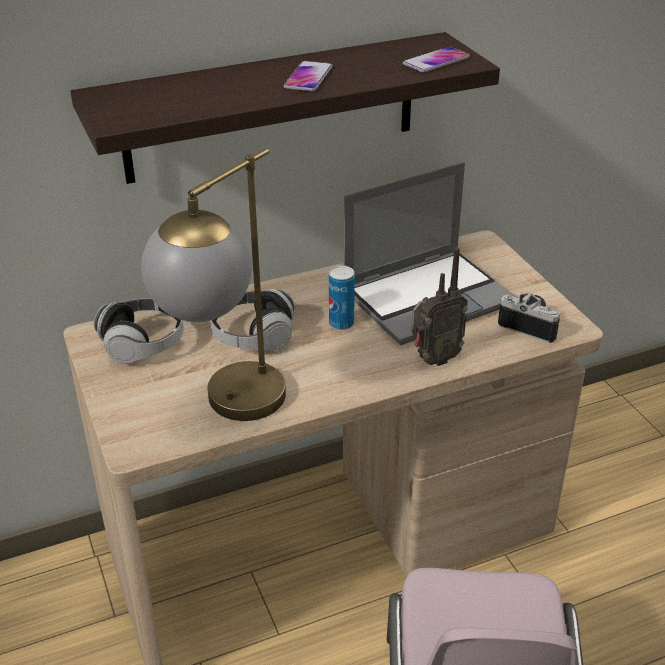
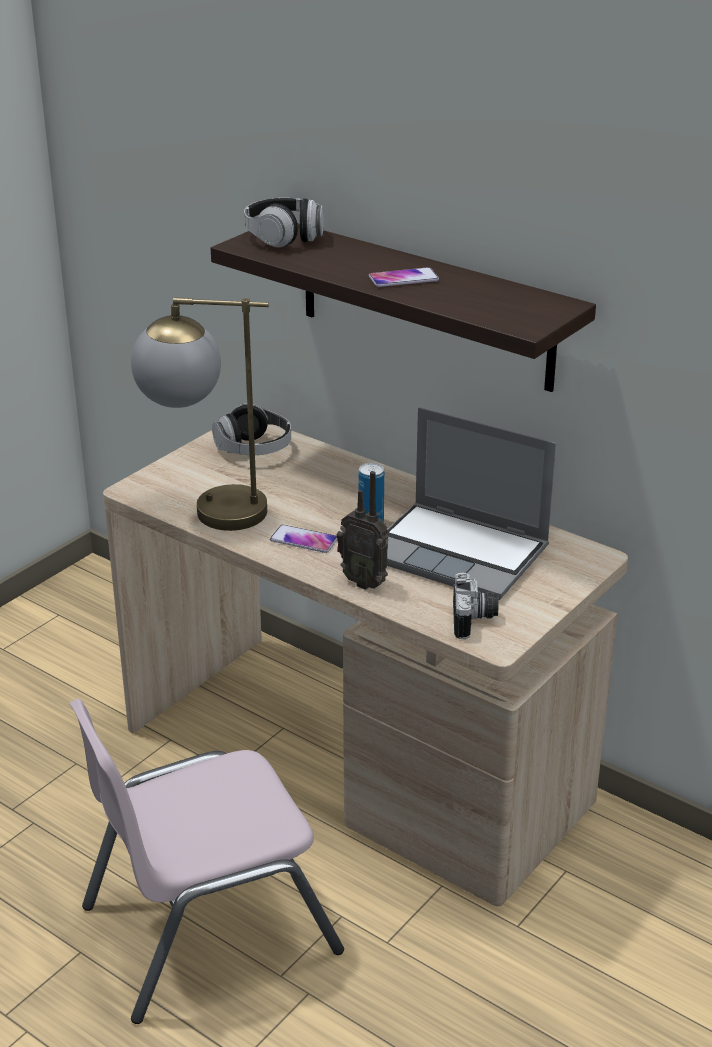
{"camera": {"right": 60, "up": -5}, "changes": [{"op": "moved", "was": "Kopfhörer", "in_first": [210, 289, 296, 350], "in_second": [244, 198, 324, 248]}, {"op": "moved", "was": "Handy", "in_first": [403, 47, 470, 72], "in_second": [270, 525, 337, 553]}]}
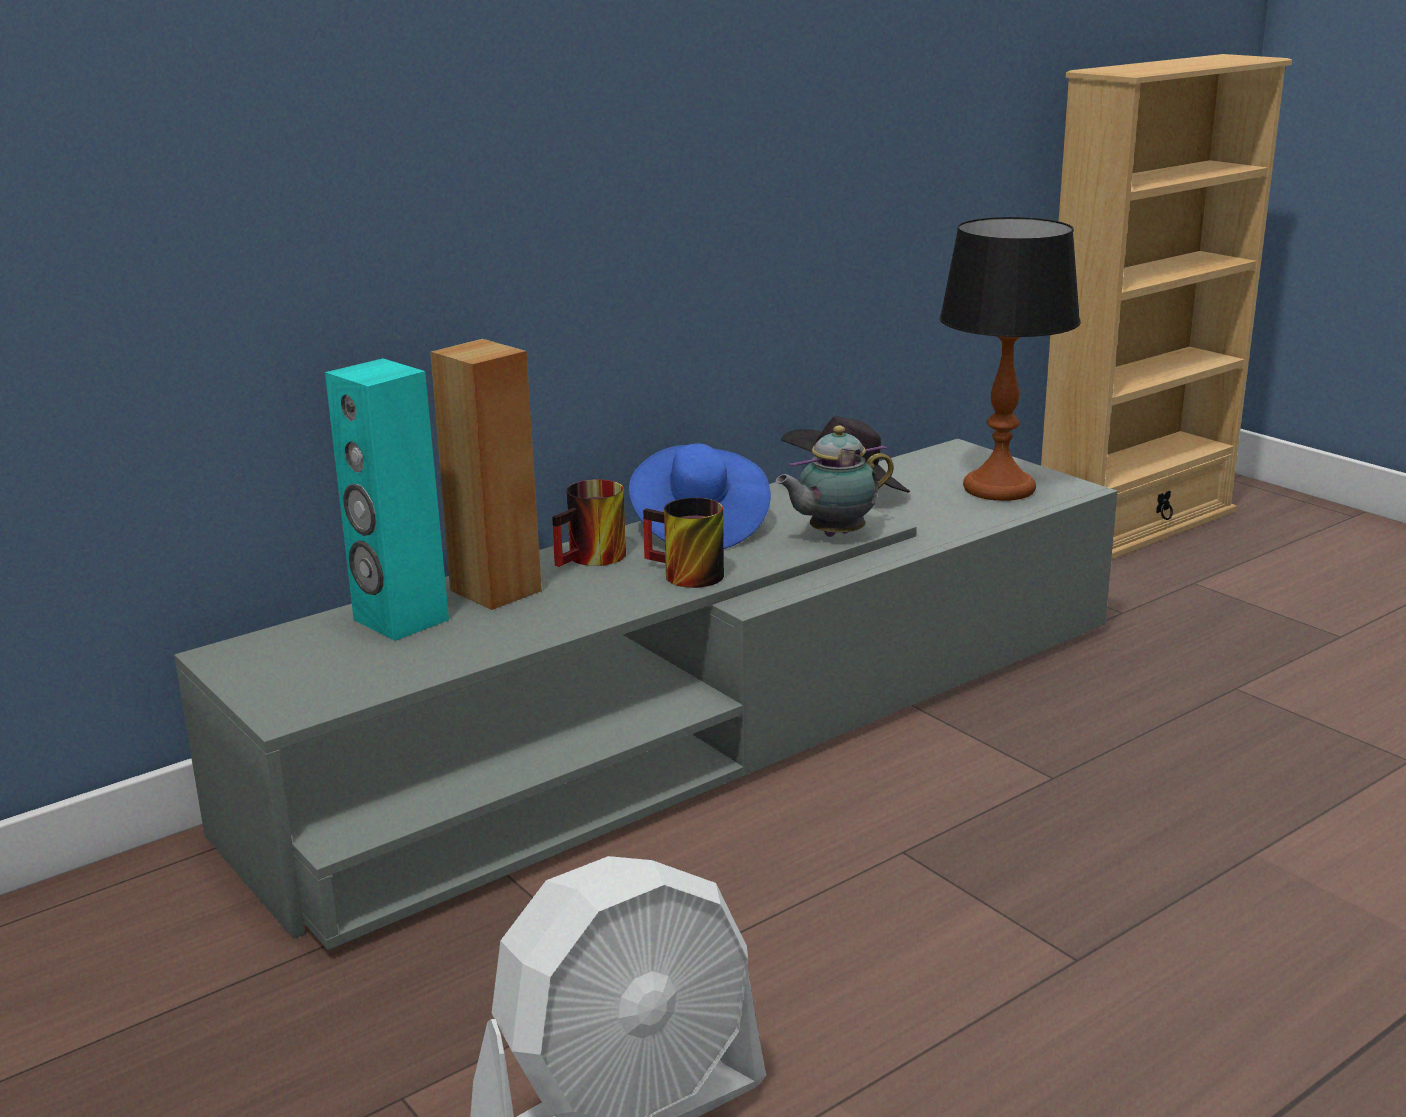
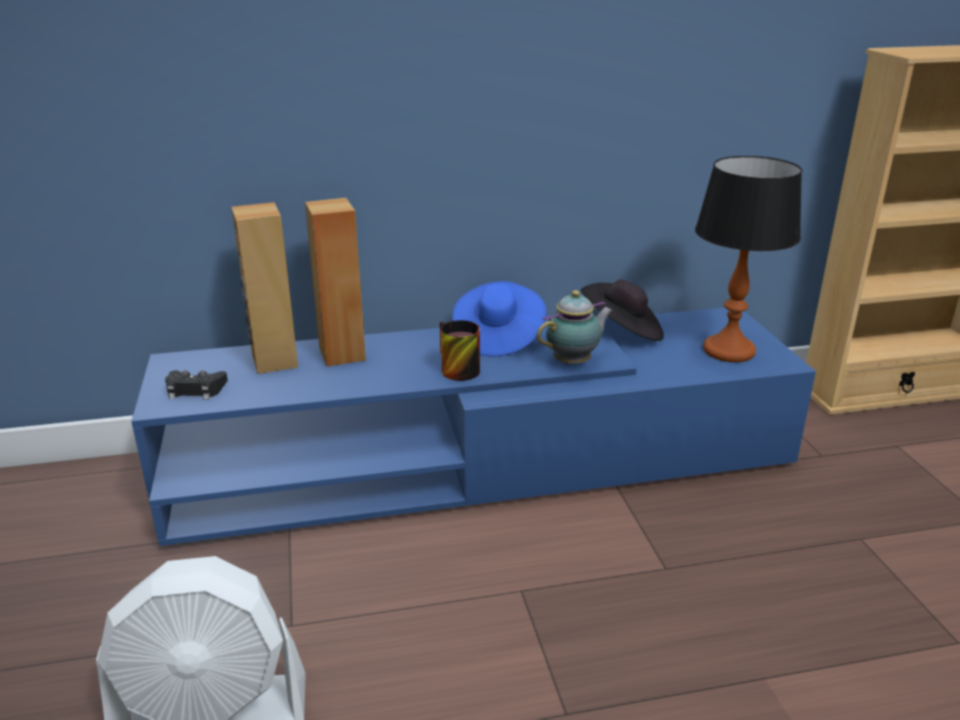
{"camera": {"right": 25, "up": 5}, "changes": [{"op": "removed", "was": "Henkelbecher", "in_first": [552, 479, 626, 567]}, {"op": "added", "now": "Gamepad [schwarz]", "in_second": [165, 370, 228, 400]}, {"op": "recoloured", "was": "Fernsehschrank [grau]", "now": "Fernsehschrank [blau]", "in_first": [174, 439, 1118, 950], "in_second": [131, 308, 816, 546]}, {"op": "recoloured", "was": "Lautsprecher [türkis]", "now": "Lautsprecher [braun]", "in_first": [325, 358, 449, 641], "in_second": [232, 202, 298, 374]}, {"op": "turned", "was": "Teekanne", "in_first": [776, 425, 894, 537], "in_second": [537, 290, 613, 365], "clockwise": 150}]}
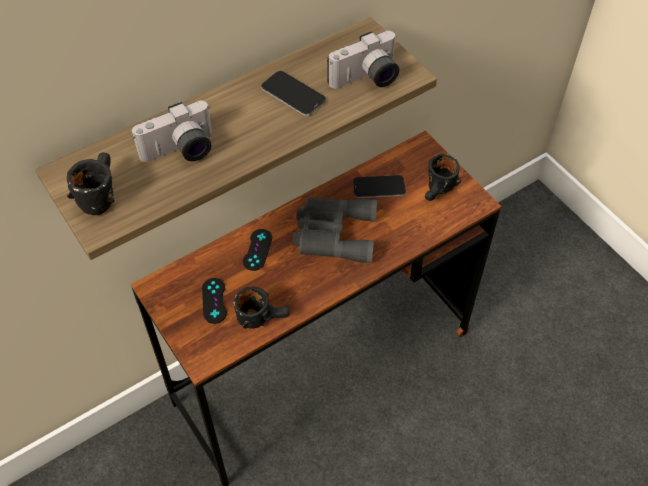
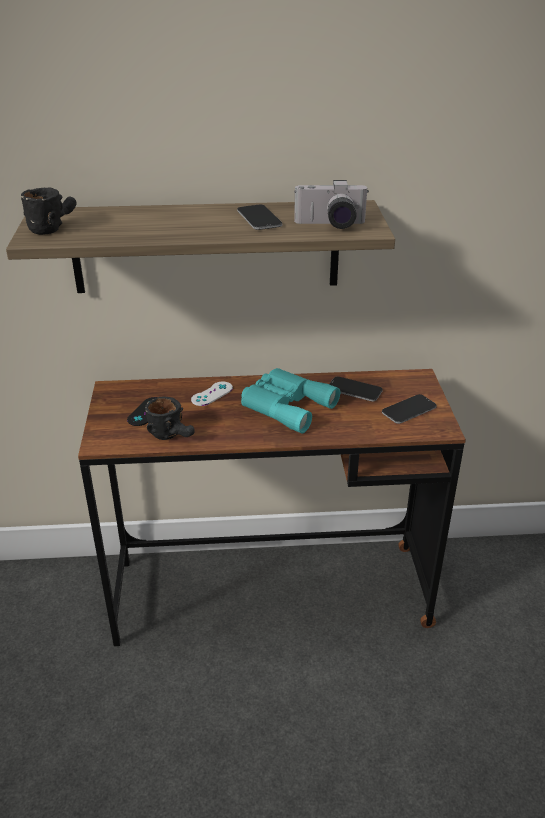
{"camera": {"right": 30, "up": -20}, "changes": [{"op": "removed", "was": "Kamera", "in_first": [132, 101, 212, 162]}, {"op": "replaced", "was": "Henkelbecher [schwarz]", "now": "Handy", "in_first": [425, 154, 461, 201], "in_second": [382, 394, 437, 424]}, {"op": "recoloured", "was": "Gamepad [schwarz]", "now": "Gamepad [weiß]", "in_first": [243, 229, 272, 271], "in_second": [191, 381, 233, 406]}, {"op": "recoloured", "was": "Fernglas [grau]", "now": "Fernglas [türkis]", "in_first": [293, 197, 377, 263], "in_second": [241, 368, 340, 433]}]}
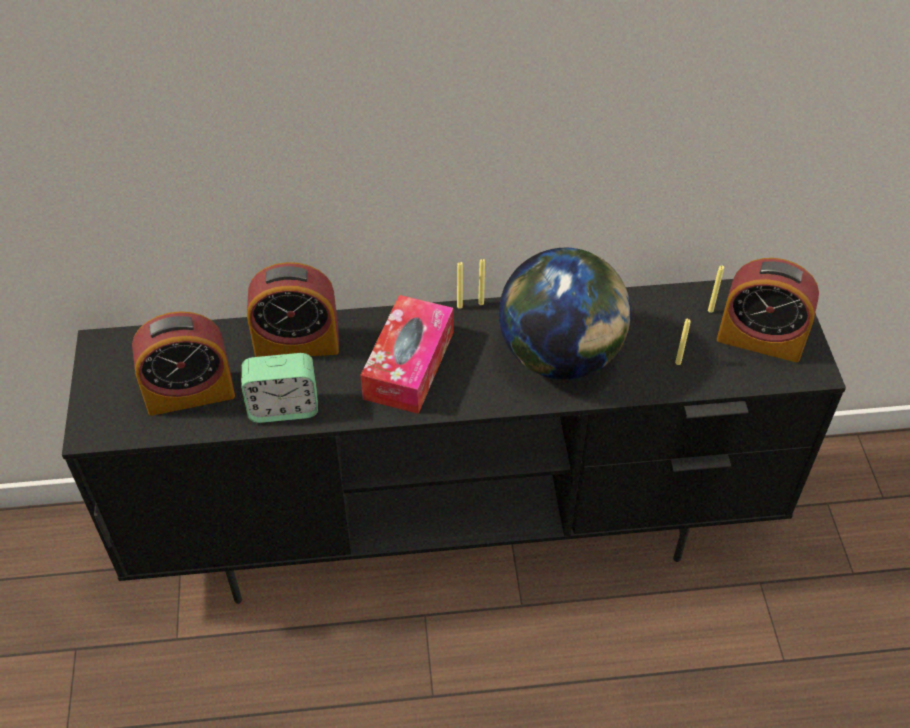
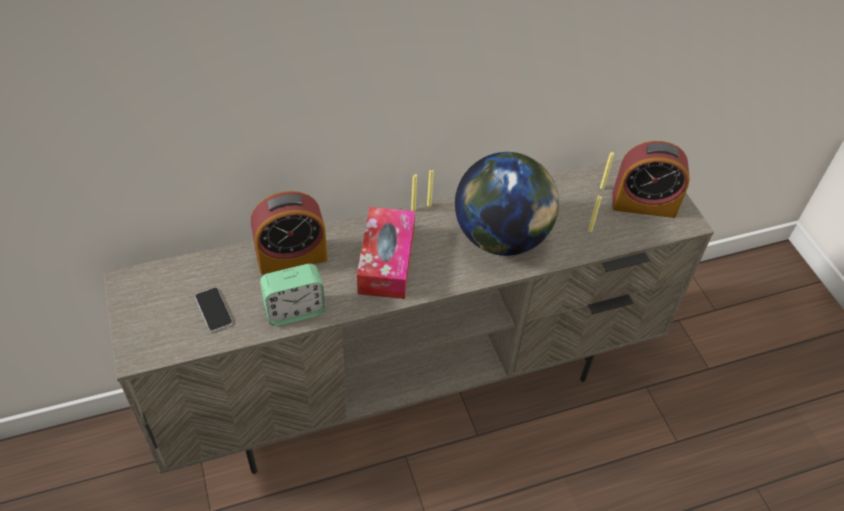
{"camera": {"right": -15, "up": 0}, "changes": [{"op": "replaced", "was": "Wecker", "now": "Handy", "in_first": [132, 311, 235, 416], "in_second": [195, 288, 233, 332]}, {"op": "recoloured", "was": "Fernsehschrank [schwarz]", "now": "Fernsehschrank [beige]", "in_first": [62, 279, 846, 604], "in_second": [103, 159, 714, 474]}]}
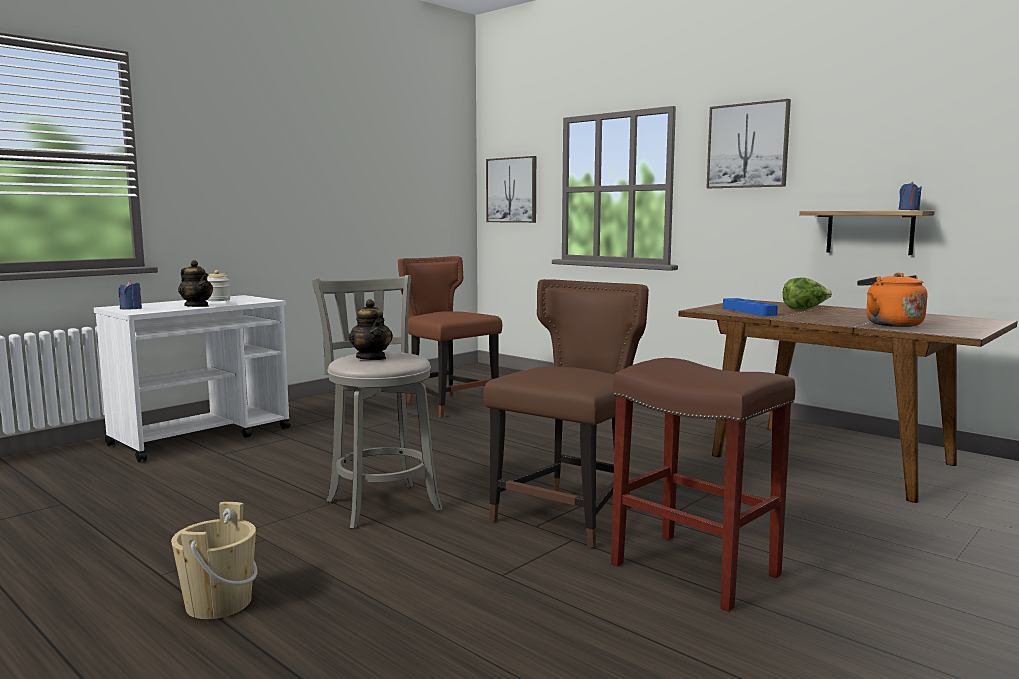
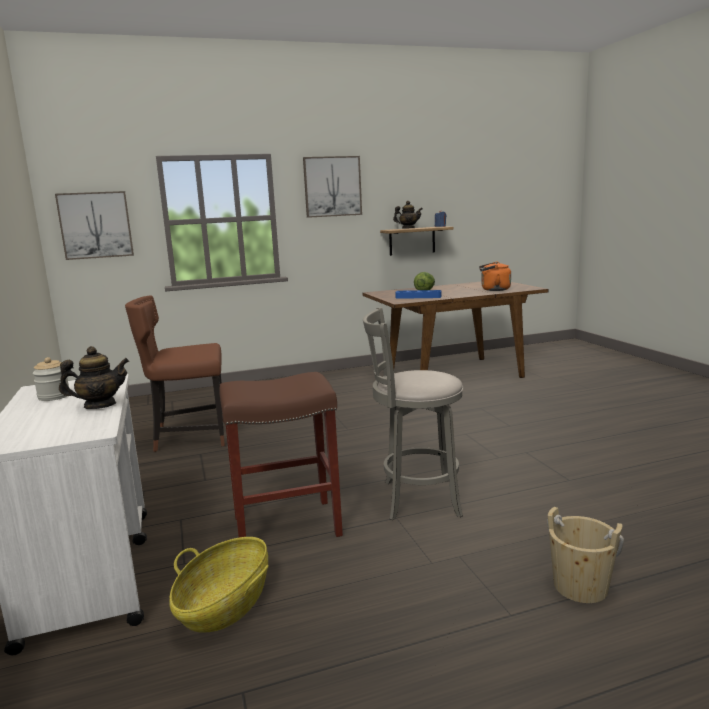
{"camera": {"right": -60, "up": 5}, "changes": [{"op": "removed", "was": "Kerze [blau]", "in_first": [118, 281, 142, 309]}, {"op": "removed", "was": "Stuhl [braun]", "in_first": [483, 279, 649, 548]}, {"op": "added", "now": "Korb", "in_second": [169, 537, 269, 633]}, {"op": "moved", "was": "Teekanne", "in_first": [349, 299, 393, 360], "in_second": [393, 201, 422, 229]}, {"op": "moved", "was": "Hocker [braun]", "in_first": [611, 358, 795, 612], "in_second": [219, 372, 343, 537]}]}
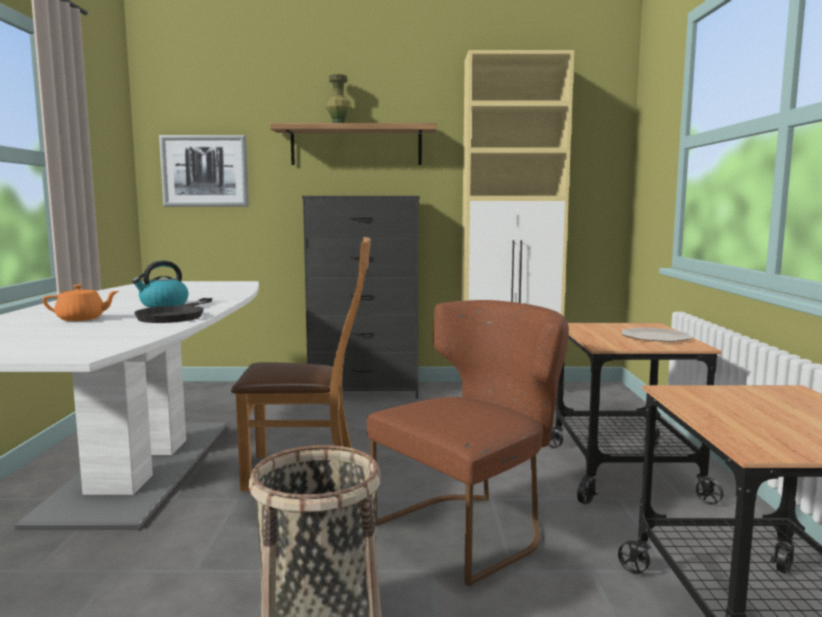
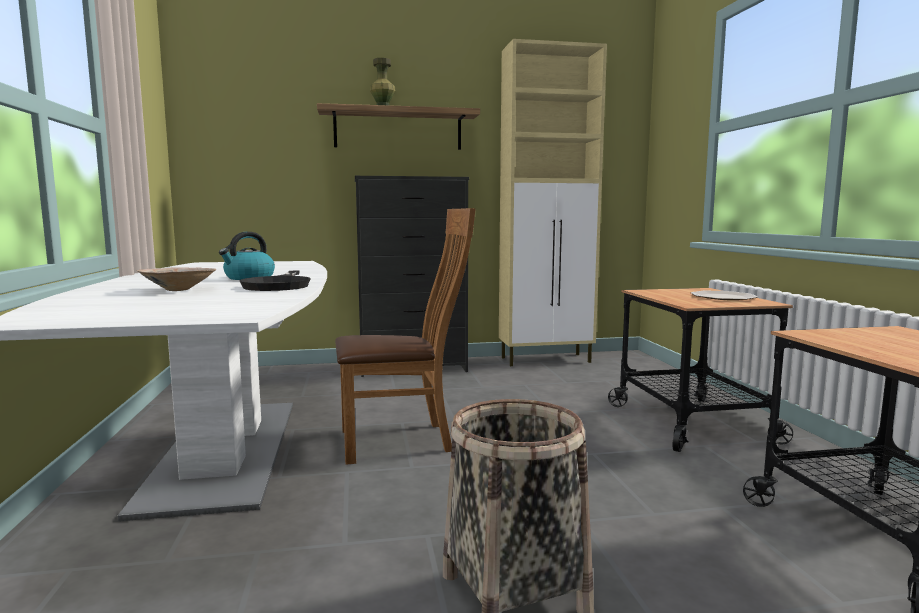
{"camera": {"right": -10, "up": 0}, "changes": [{"op": "removed", "was": "Bild", "in_first": [159, 135, 249, 207]}, {"op": "removed", "was": "Stuhl [braun]", "in_first": [367, 300, 569, 586]}, {"op": "replaced", "was": "Teekanne [orange]", "now": "Schüssel [beige]", "in_first": [42, 284, 119, 321], "in_second": [137, 267, 217, 291]}]}
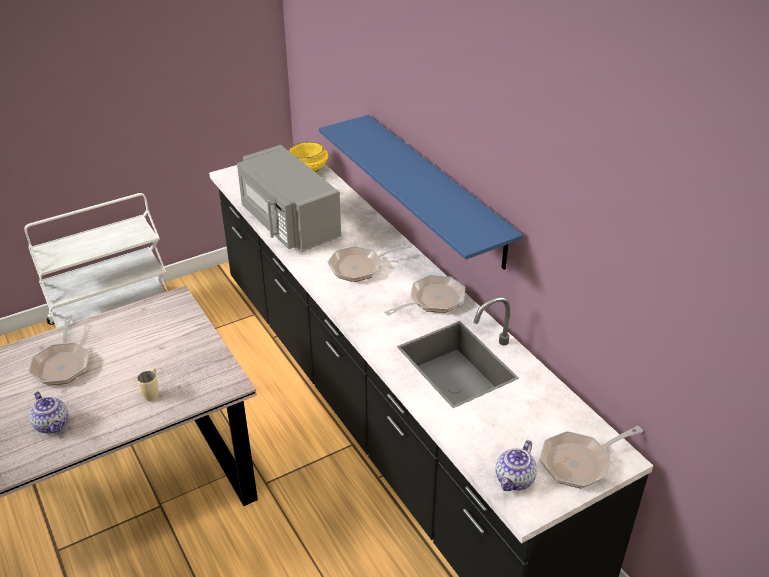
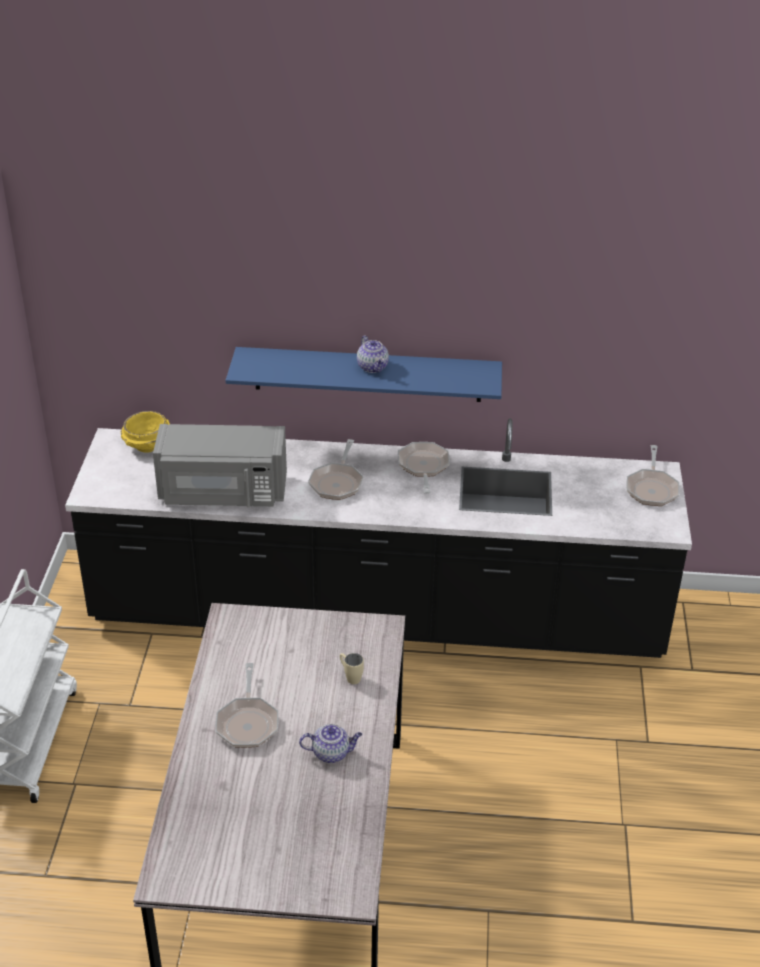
{"camera": {"right": -55, "up": 0}, "changes": [{"op": "moved", "was": "Teekanne", "in_first": [496, 440, 537, 491], "in_second": [357, 336, 389, 373]}, {"op": "turned", "was": "Pfanne", "in_first": [28, 315, 89, 385], "in_second": [215, 663, 278, 748], "clockwise": 60}]}
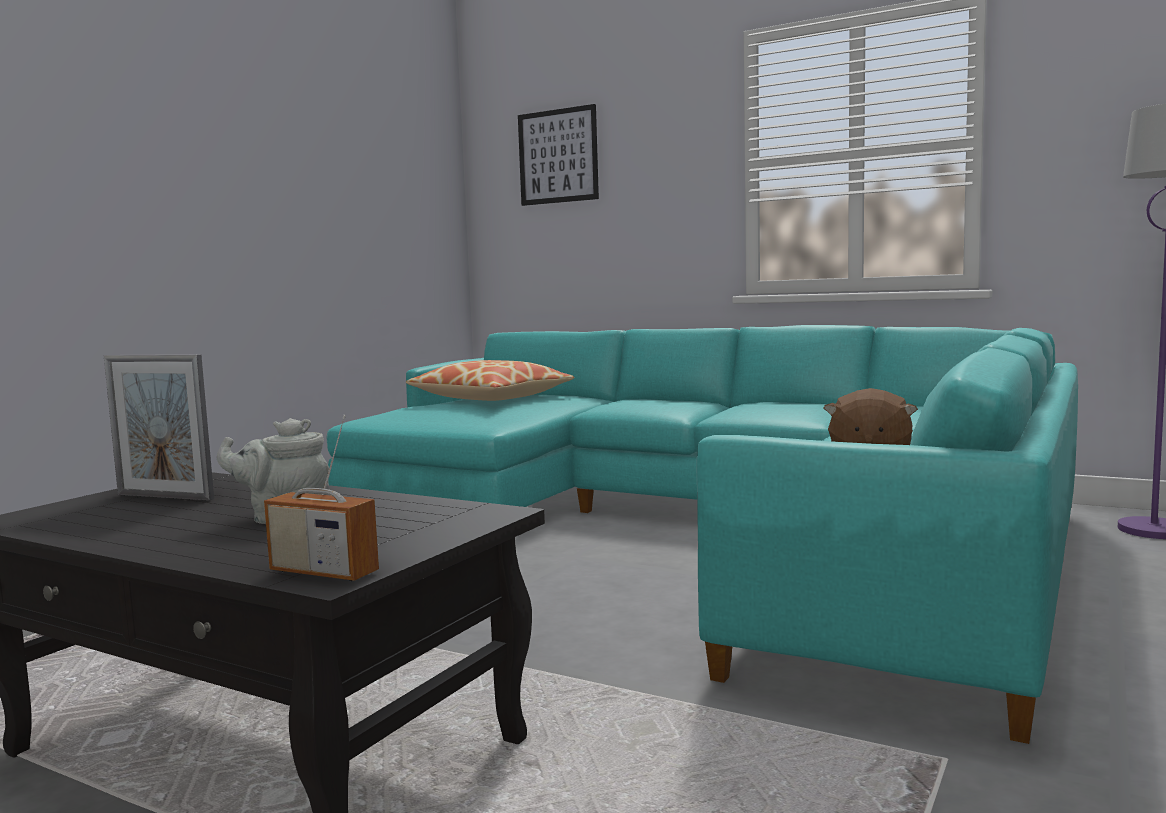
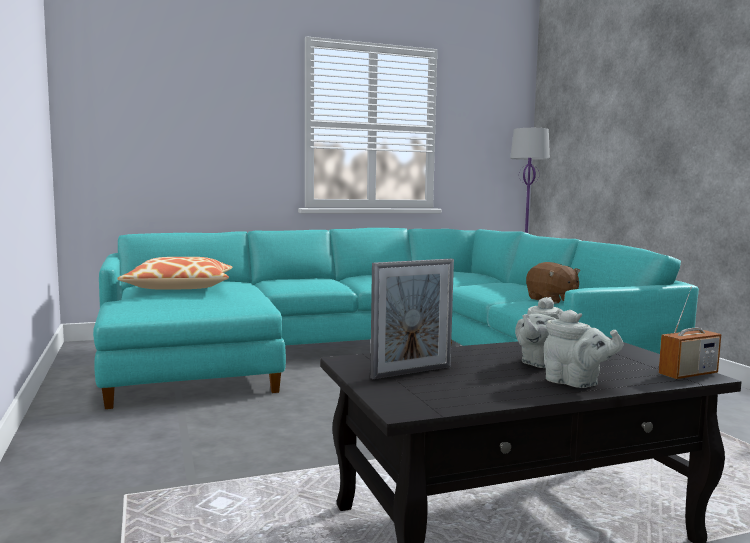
{"camera": {"right": -50, "up": 0}, "changes": [{"op": "removed", "was": "Bild", "in_first": [518, 104, 599, 206]}, {"op": "added", "now": "Teekanne [grau]", "in_second": [544, 309, 624, 388]}]}
